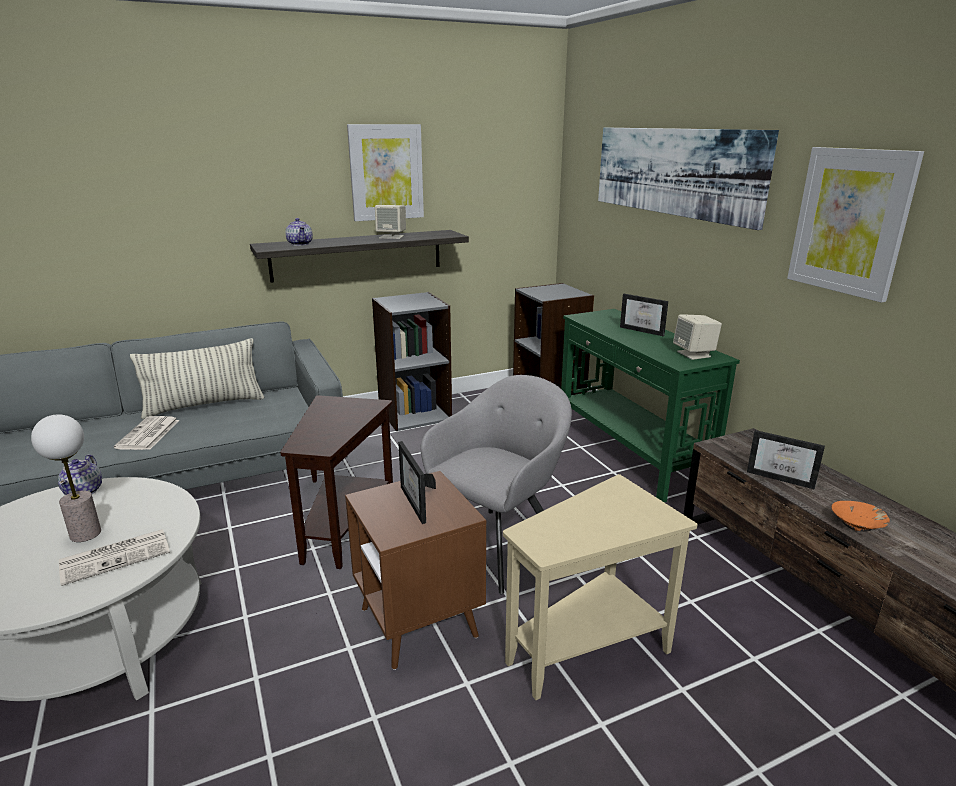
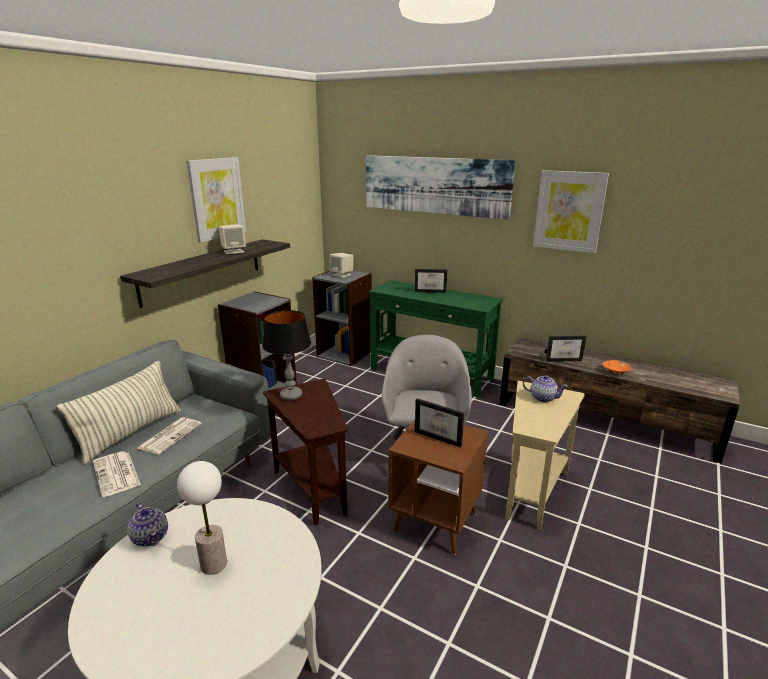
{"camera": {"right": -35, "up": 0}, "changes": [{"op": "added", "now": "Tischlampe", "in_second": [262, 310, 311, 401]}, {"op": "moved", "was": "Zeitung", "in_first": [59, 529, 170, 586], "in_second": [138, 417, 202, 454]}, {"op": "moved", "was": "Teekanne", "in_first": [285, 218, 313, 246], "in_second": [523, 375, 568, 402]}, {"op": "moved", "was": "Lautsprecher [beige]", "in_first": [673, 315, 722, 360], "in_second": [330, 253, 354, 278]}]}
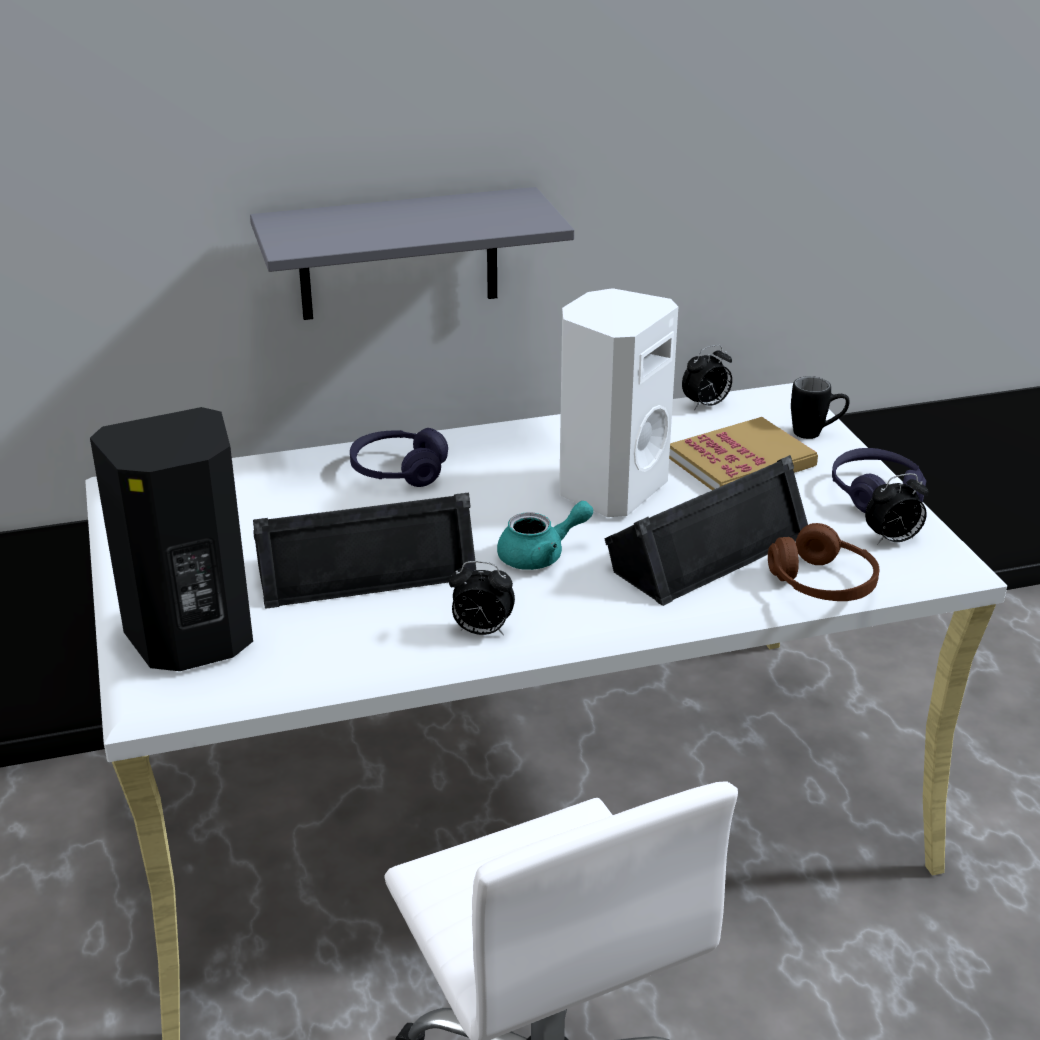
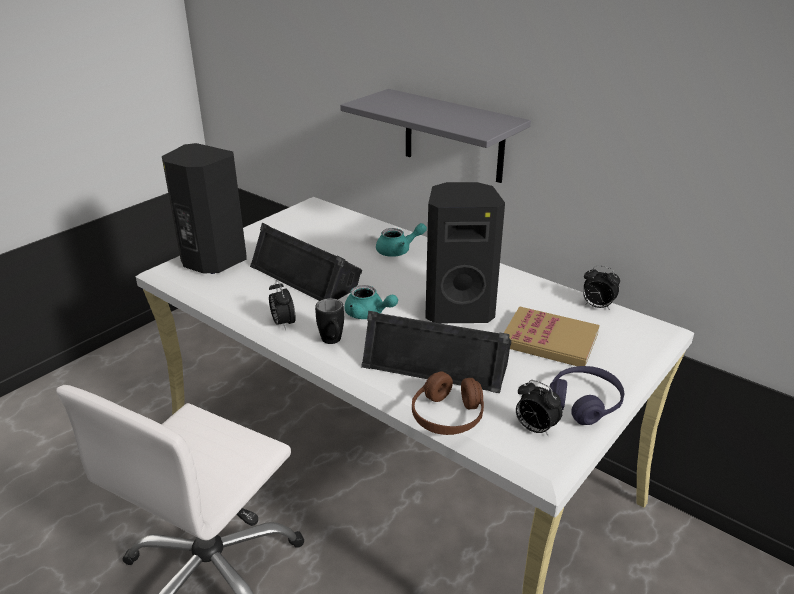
{"camera": {"right": 55, "up": 0}, "changes": [{"op": "moved", "was": "Henkelbecher [schwarz]", "in_first": [791, 376, 850, 439], "in_second": [315, 298, 344, 344]}, {"op": "replaced", "was": "Kopfhörer [lila]", "now": "Teekanne [türkis]", "in_first": [350, 428, 448, 487], "in_second": [376, 223, 427, 257]}, {"op": "recoloured", "was": "Lautsprecher [weiß]", "now": "Lautsprecher [schwarz]", "in_first": [559, 288, 678, 517], "in_second": [425, 182, 505, 323]}]}
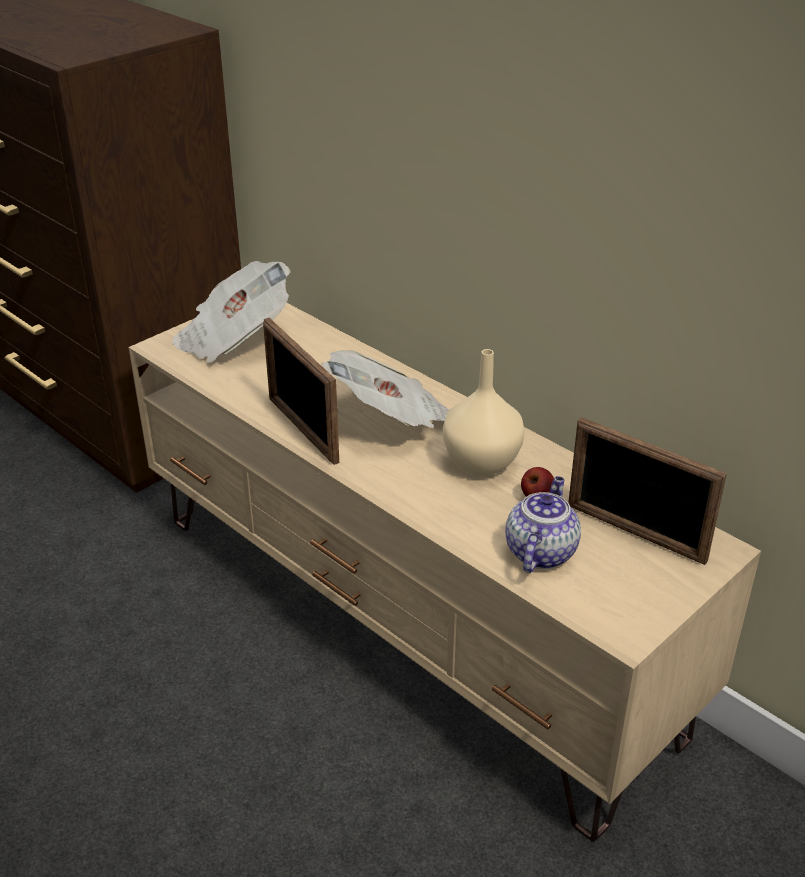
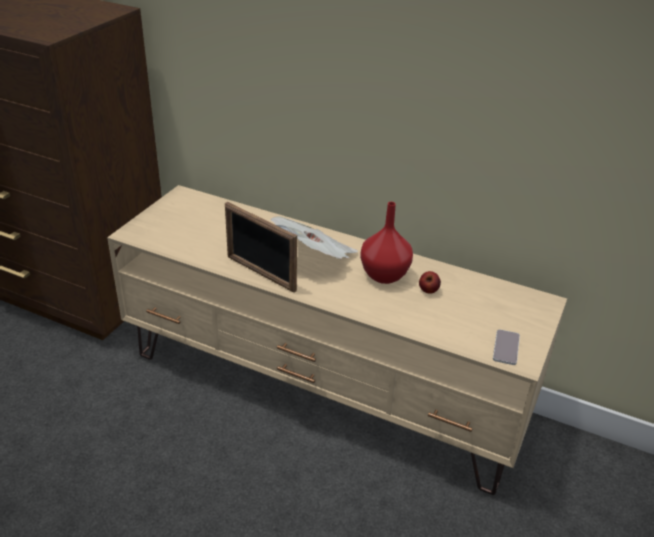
{"camera": {"right": -20, "up": 0}, "changes": [{"op": "removed", "was": "Zeitung", "in_first": [172, 261, 291, 362]}, {"op": "removed", "was": "Teekanne", "in_first": [506, 476, 581, 573]}, {"op": "removed", "was": "Bilderrahmen", "in_first": [568, 417, 727, 565]}, {"op": "added", "now": "Handy", "in_second": [493, 329, 520, 365]}, {"op": "recoloured", "was": "Vase [beige]", "now": "Vase [rot]", "in_first": [443, 349, 525, 476], "in_second": [360, 202, 413, 284]}]}
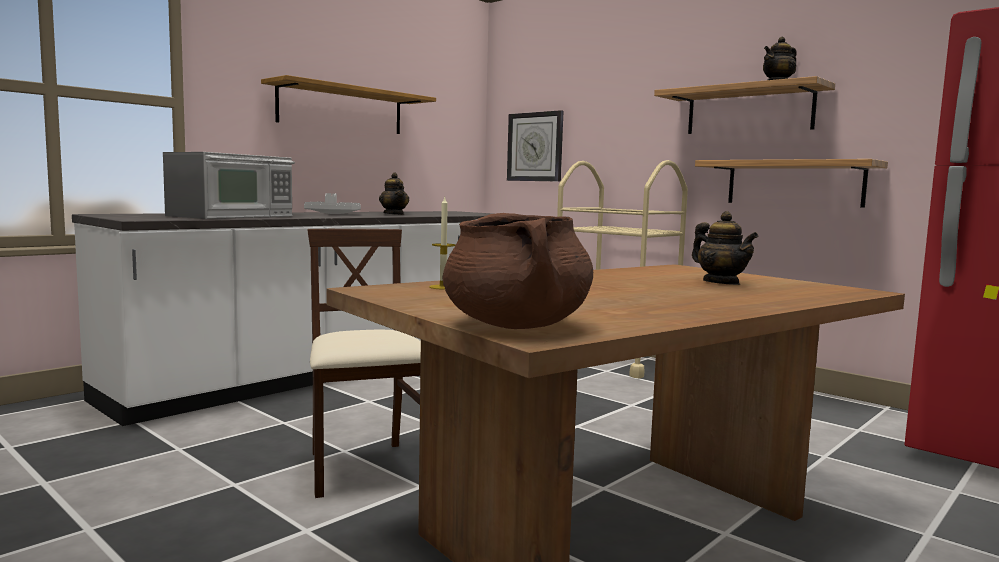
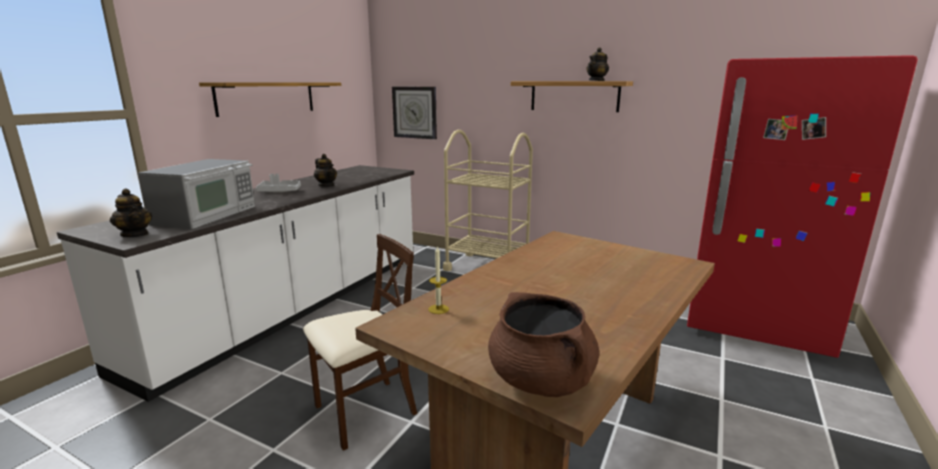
{"camera": {"right": -15, "up": 10}, "changes": [{"op": "removed", "was": "Wandregal", "in_first": [695, 159, 888, 208]}, {"op": "moved", "was": "Teekanne", "in_first": [692, 211, 758, 285], "in_second": [110, 189, 152, 237]}, {"op": "turned", "was": "Stuhl [beige]", "in_first": [307, 229, 421, 498], "in_second": [303, 234, 417, 451], "clockwise": 90}]}
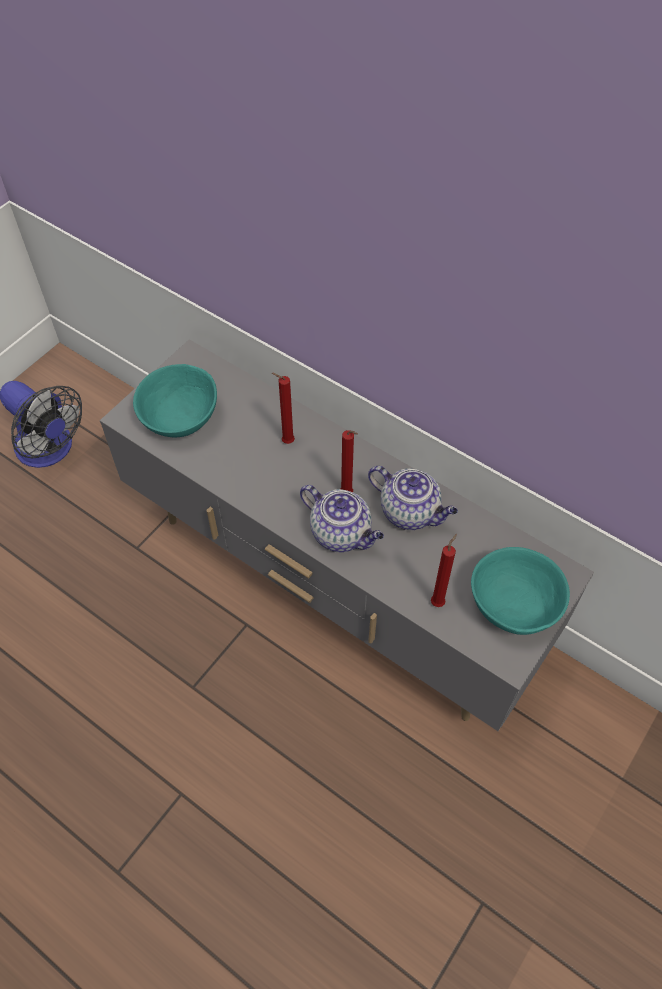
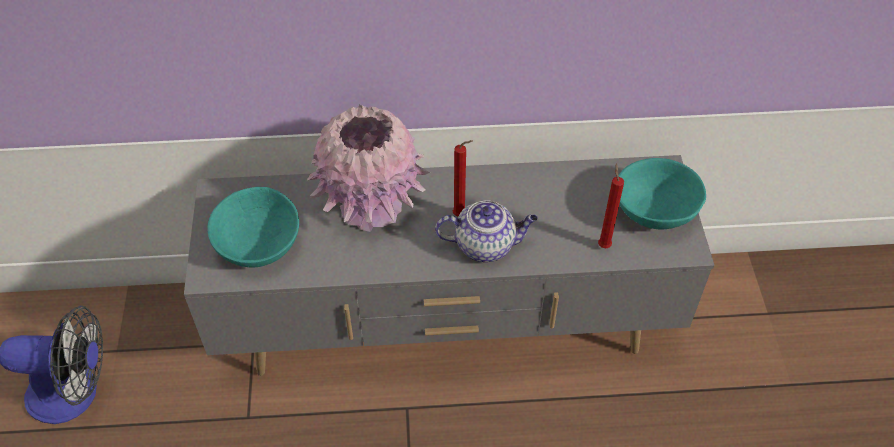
{"camera": {"right": -40, "up": -5}, "changes": [{"op": "removed", "was": "Teekanne", "in_first": [368, 466, 458, 530]}, {"op": "replaced", "was": "Kerze [rot]", "now": "Vase [rosa]", "in_first": [272, 373, 295, 444], "in_second": [307, 105, 430, 232]}]}
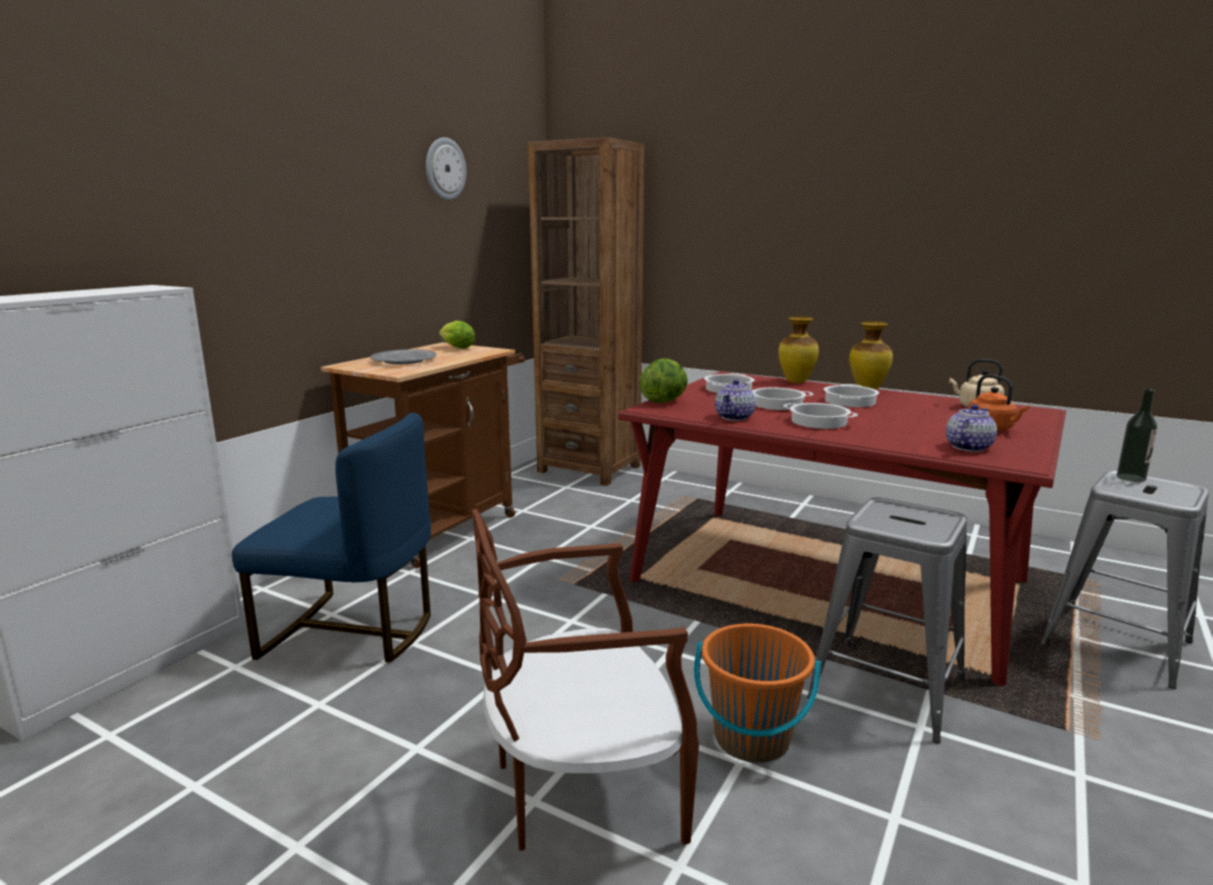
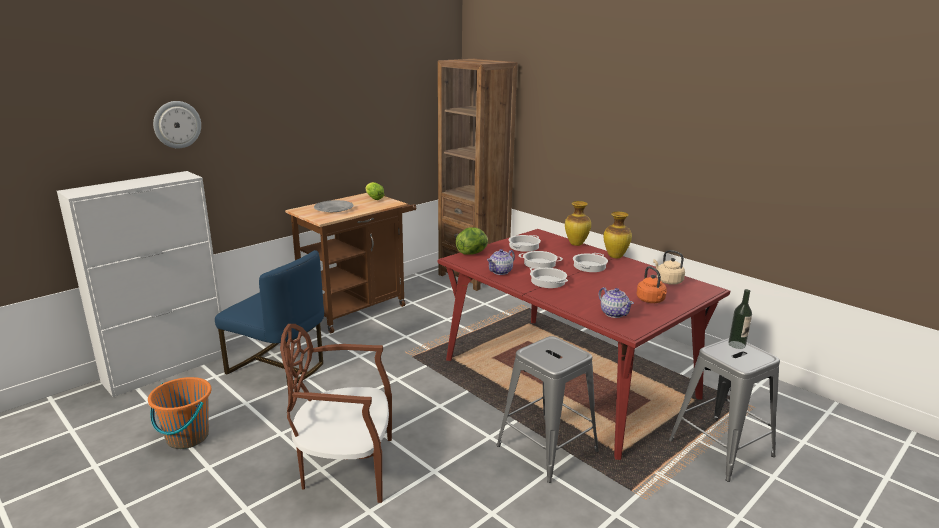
{"camera": {"right": 15, "up": 5}, "changes": [{"op": "moved", "was": "Wanduhr", "in_first": [426, 137, 466, 200], "in_second": [153, 101, 201, 148]}, {"op": "moved", "was": "Eimer [orange]", "in_first": [694, 623, 821, 763], "in_second": [148, 377, 211, 449]}, {"op": "turned", "was": "Teekanne", "in_first": [946, 404, 997, 452], "in_second": [599, 287, 634, 318], "clockwise": 90}]}
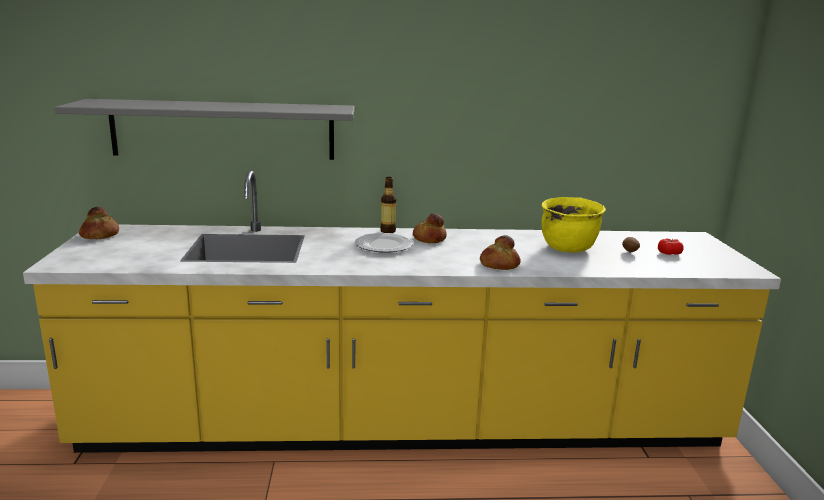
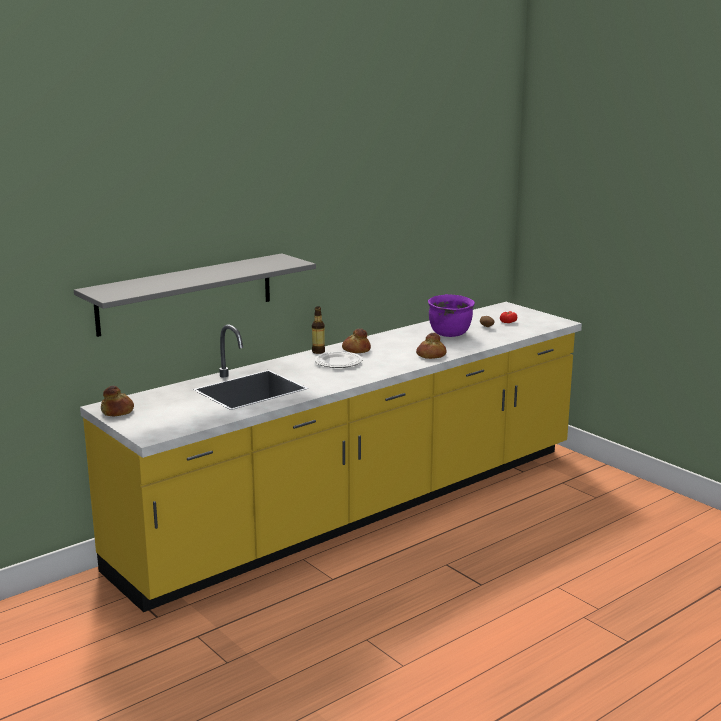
{"camera": {"right": -35, "up": 0}, "changes": [{"op": "recoloured", "was": "Kochtopf [gelb]", "now": "Kochtopf [lila]", "in_first": [541, 197, 606, 253], "in_second": [428, 294, 475, 337]}]}
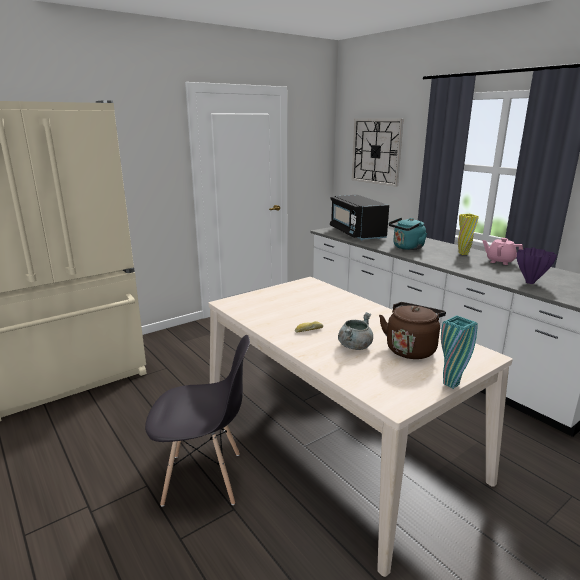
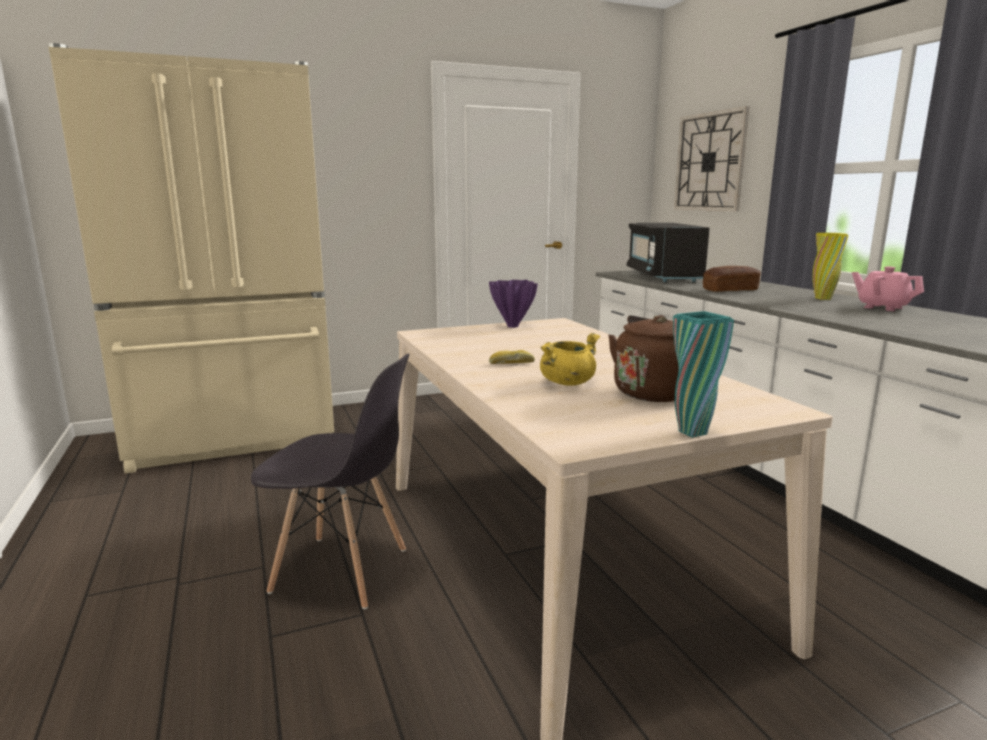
{"camera": {"right": 15, "up": -5}, "changes": [{"op": "moved", "was": "Vase [lila]", "in_first": [517, 247, 557, 284], "in_second": [489, 280, 538, 328]}, {"op": "replaced", "was": "Wasserkessel [türkis]", "now": "Brot", "in_first": [389, 218, 427, 250], "in_second": [703, 266, 761, 292]}, {"op": "recoloured", "was": "Kochtopf [grau]", "now": "Kochtopf [gelb]", "in_first": [338, 312, 373, 350], "in_second": [540, 333, 600, 386]}]}
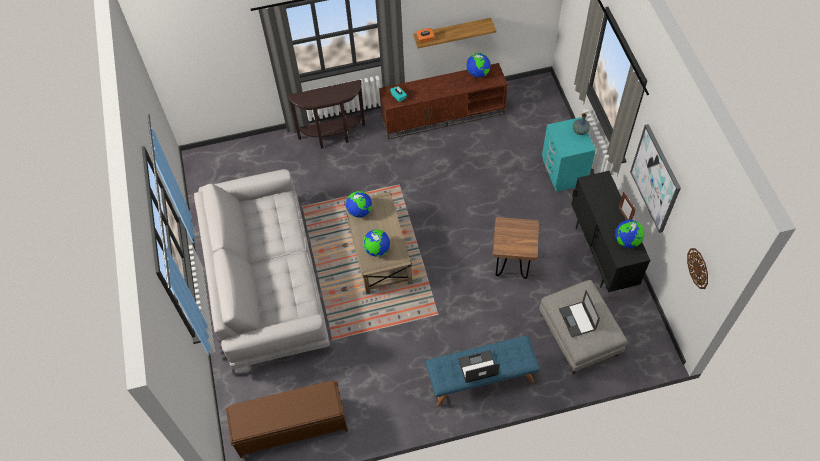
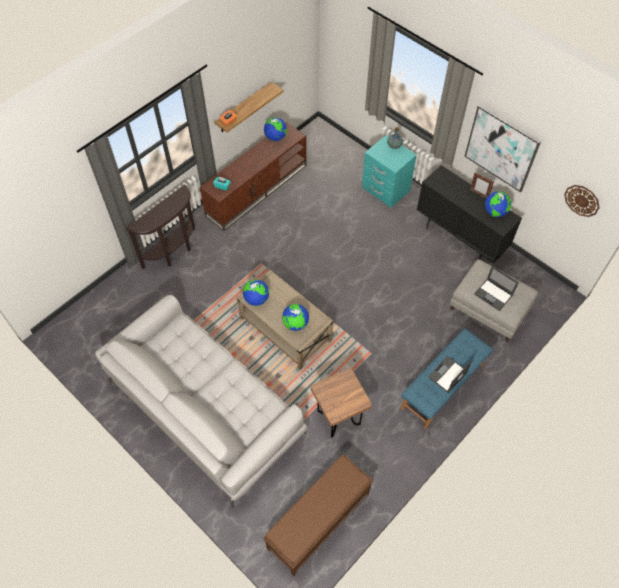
{"camera": {"right": -35, "up": 0}, "changes": [{"op": "moved", "was": "Hocker [braun]", "in_first": [492, 217, 539, 279], "in_second": [311, 368, 372, 437]}]}
